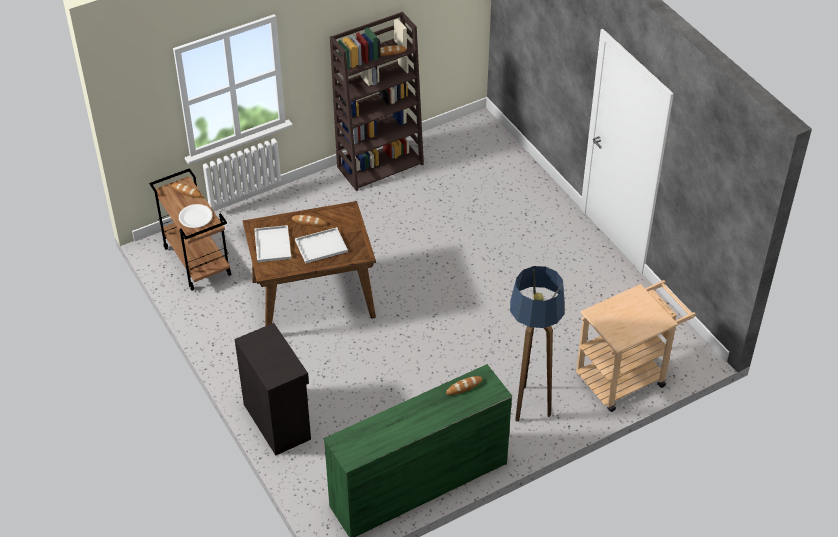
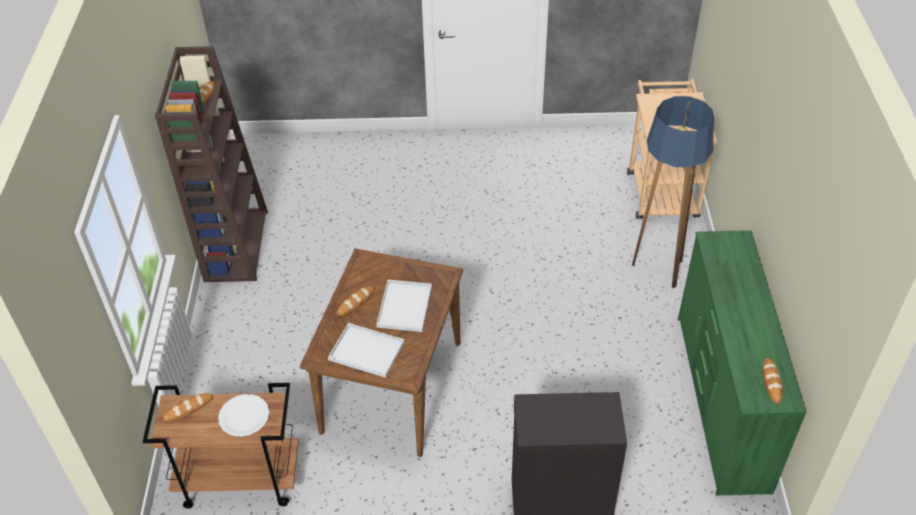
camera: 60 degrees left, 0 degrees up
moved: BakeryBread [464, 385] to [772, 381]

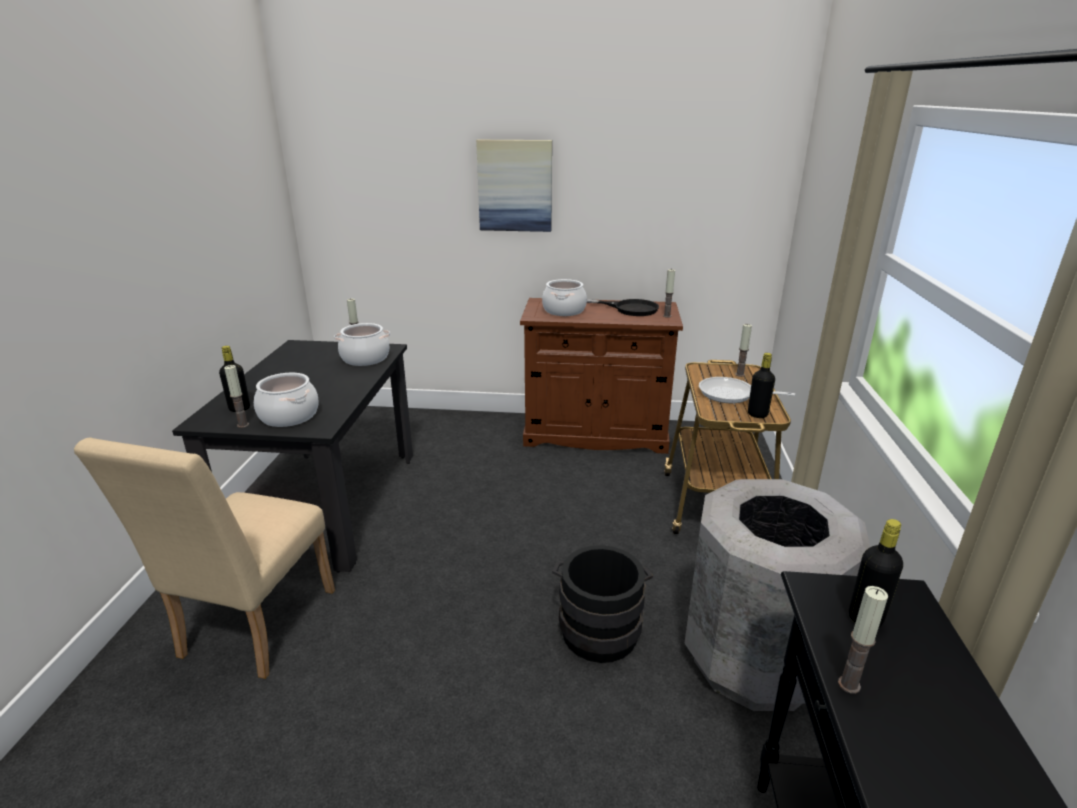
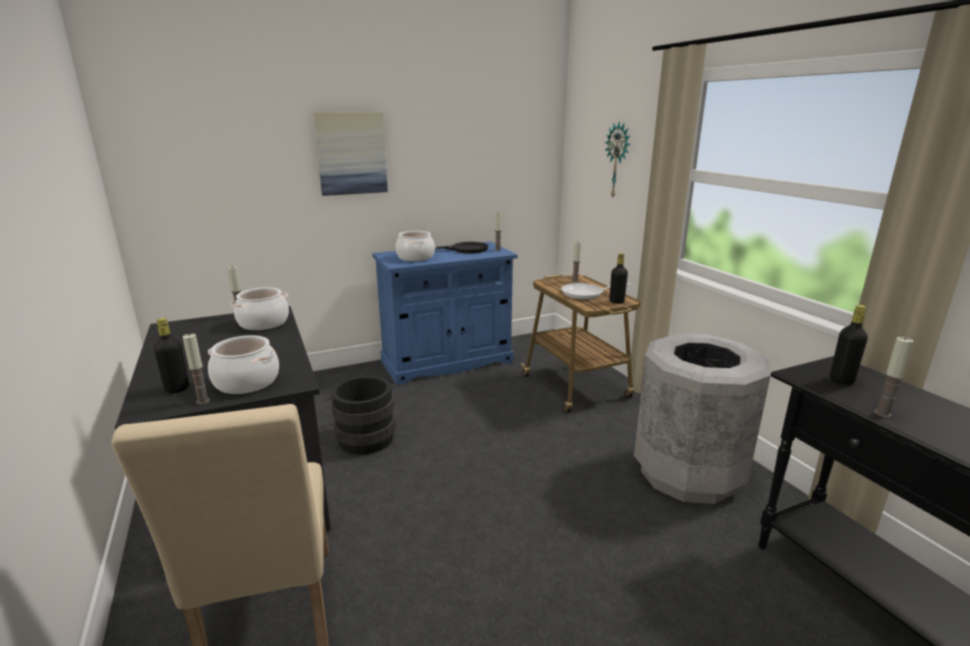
camera: 30 degrees left, 5 degrees down
added: WallClock [618, 160]
moved: BlackishWaterBucket [602, 604] to [359, 415]
recoloured: BrownColouredCabinet [601, 376] to BlueCabinet [445, 313]

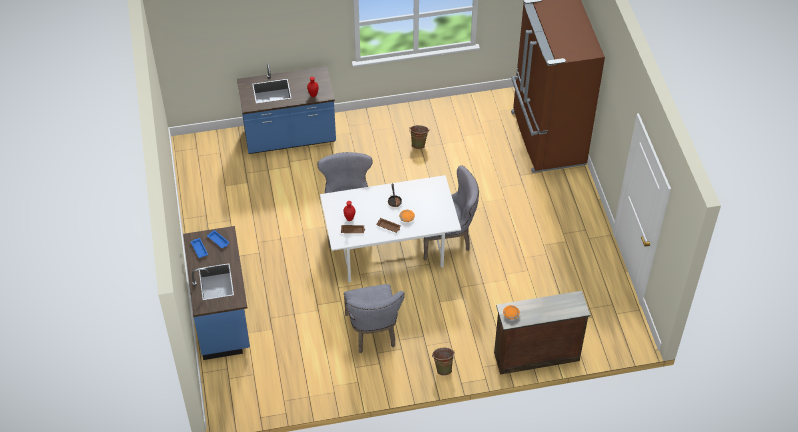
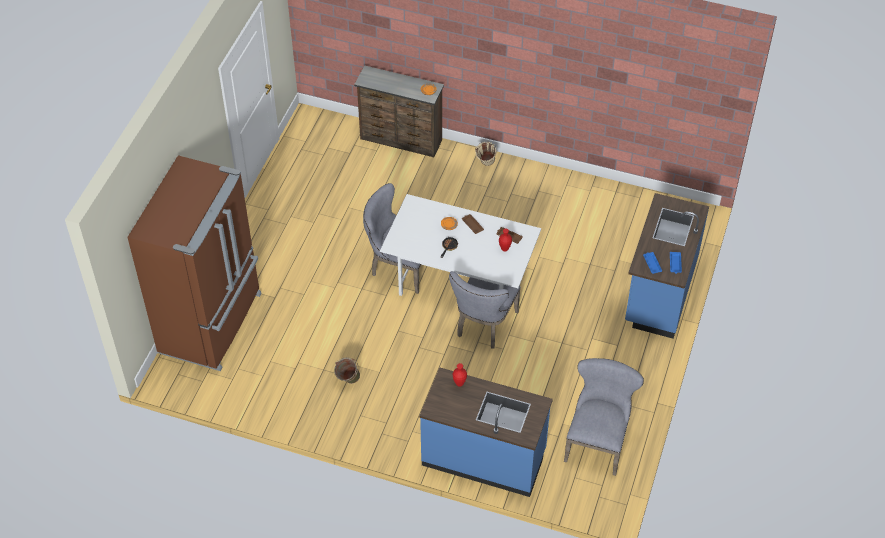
camera: 150 degrees left, 0 degrees up
moved: GreyishChair [374, 318] to [604, 417]
recoloured: GreenishWaterBucket [443, 362] to BeigeColouredWaterBucket [486, 154]

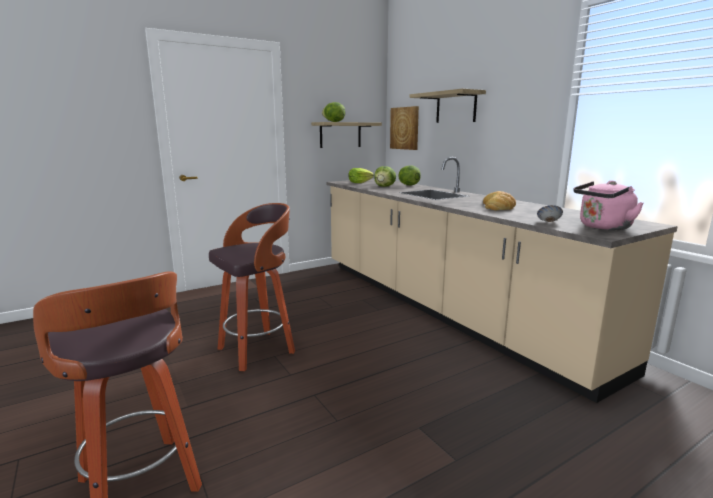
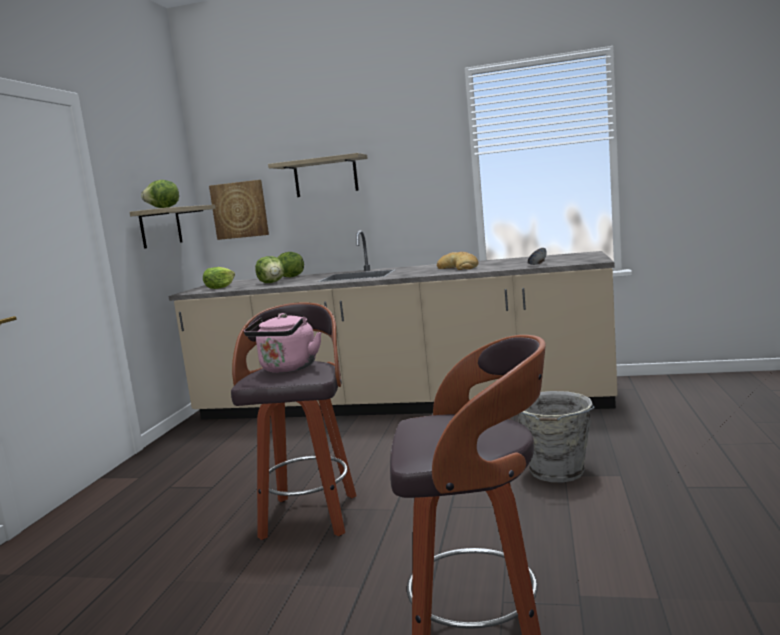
camera: 45 degrees left, 5 degrees down
added: GreyishWaterBucket [556, 437]
moved: PinkTeaKettle [609, 205] to [283, 343]

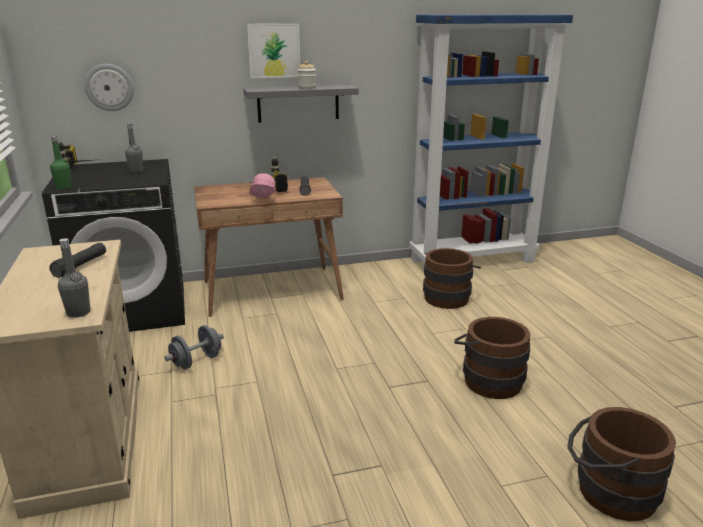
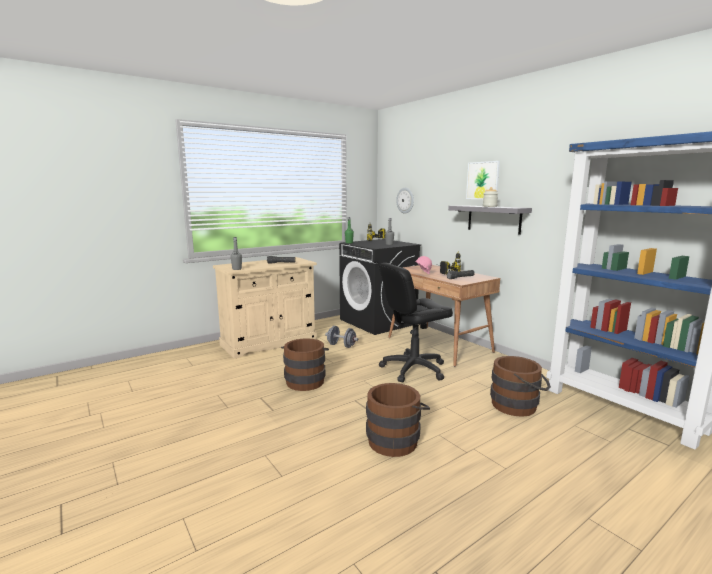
camera: 70 degrees right, 10 degrees down
added: BlackishComputerChair [416, 322]
moved: BrownColouredWaterBucket [621, 464] to [305, 364]

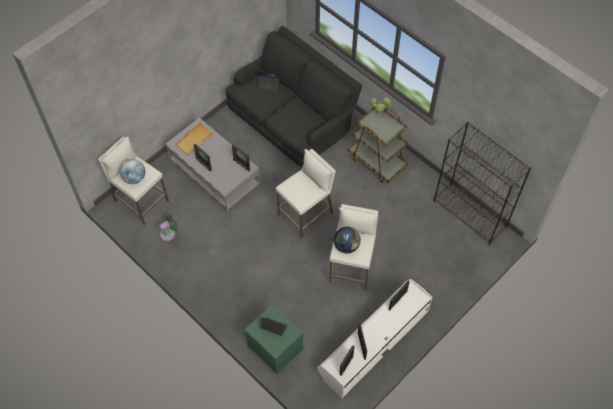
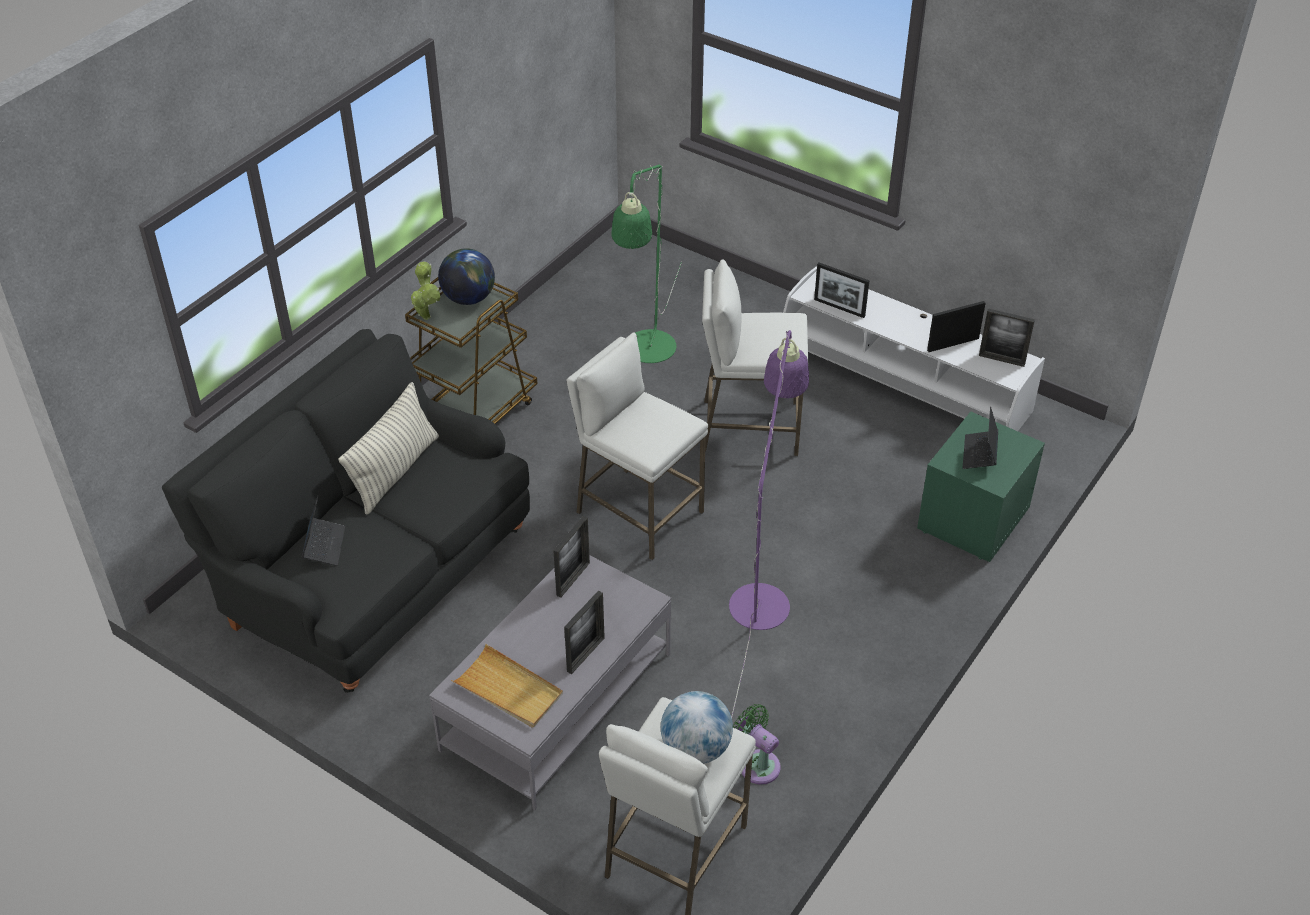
camera: 100 degrees left, 15 degrees down
removed: BlackishShelvingUnit [482, 183]
added: Cushion [389, 448]; GreenishStandingLamp [646, 264]; PurpleStandingLamp [769, 524]
moved: DeskGlobe [347, 240] to [466, 276]

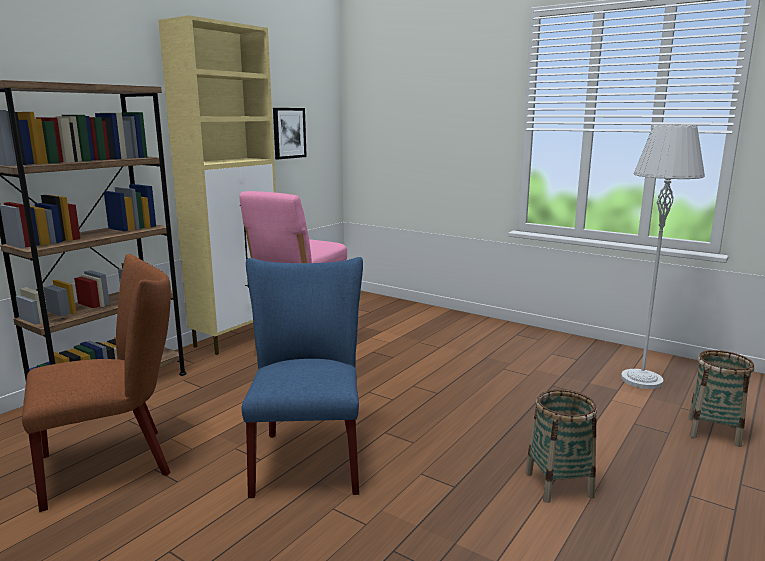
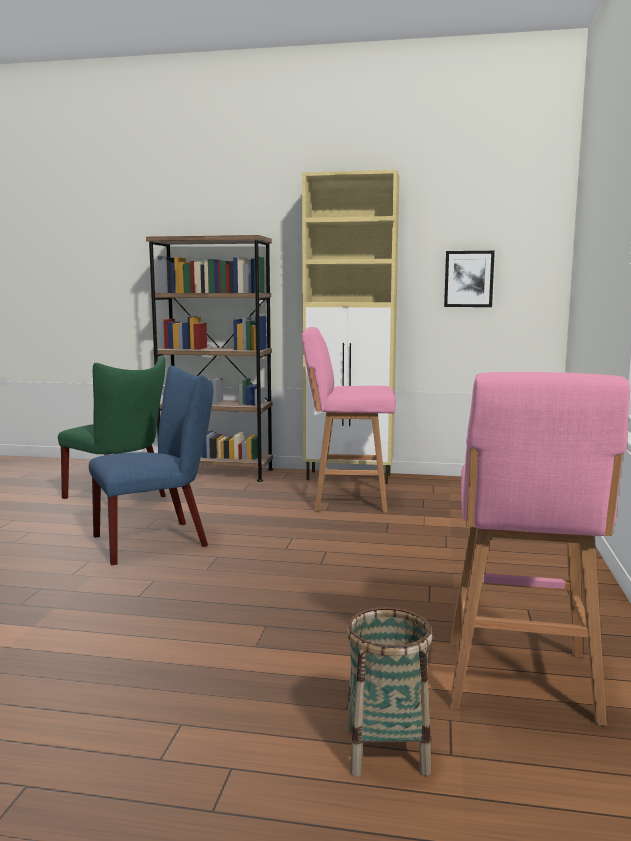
camera: 65 degrees right, 5 degrees down
removed: StorageBasket [561, 446]
replaced: GreyishStandingLamp [663, 257] to PinkSittingStool [540, 549]
recoloured: BrownColouredChair [96, 383] to GreenishChair [112, 427]

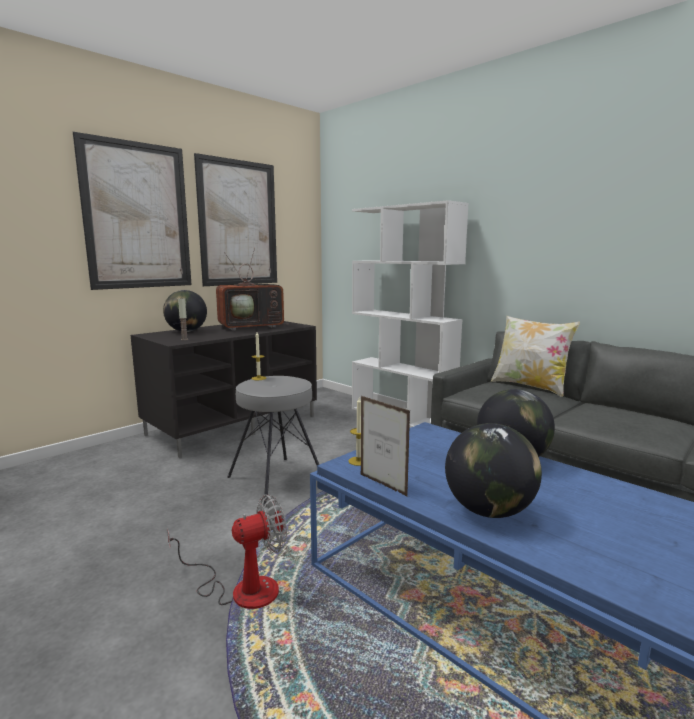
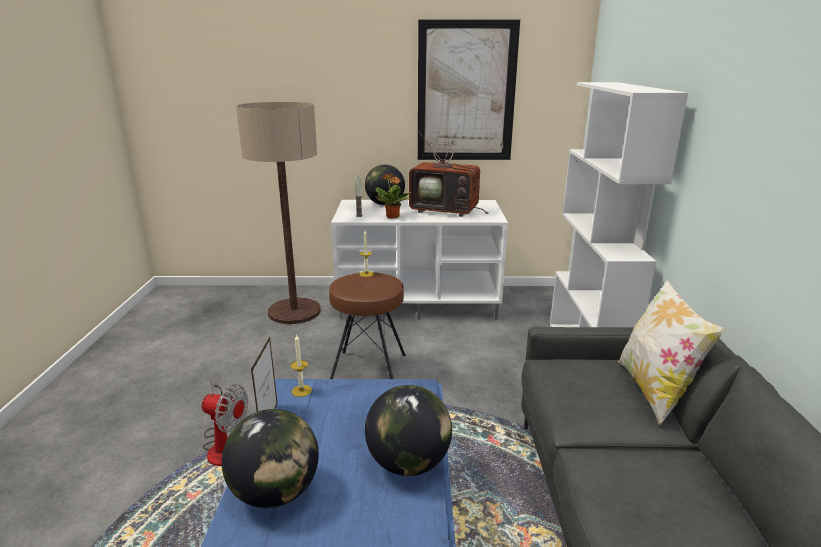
camera: 45 degrees right, 10 degrees up
removed: WallPicture [132, 211]
added: StandingLamp [278, 213]; PottedPlant [393, 195]
recoloured: BlackishTvUnit [224, 389] to WhitishTvUnit [419, 260]; GreyishSittingStool [273, 441] to BrownColouredSittingStool [367, 325]

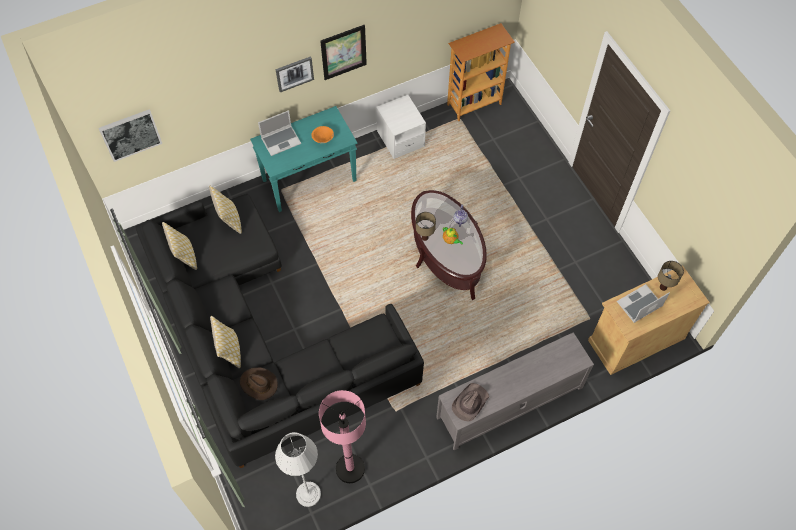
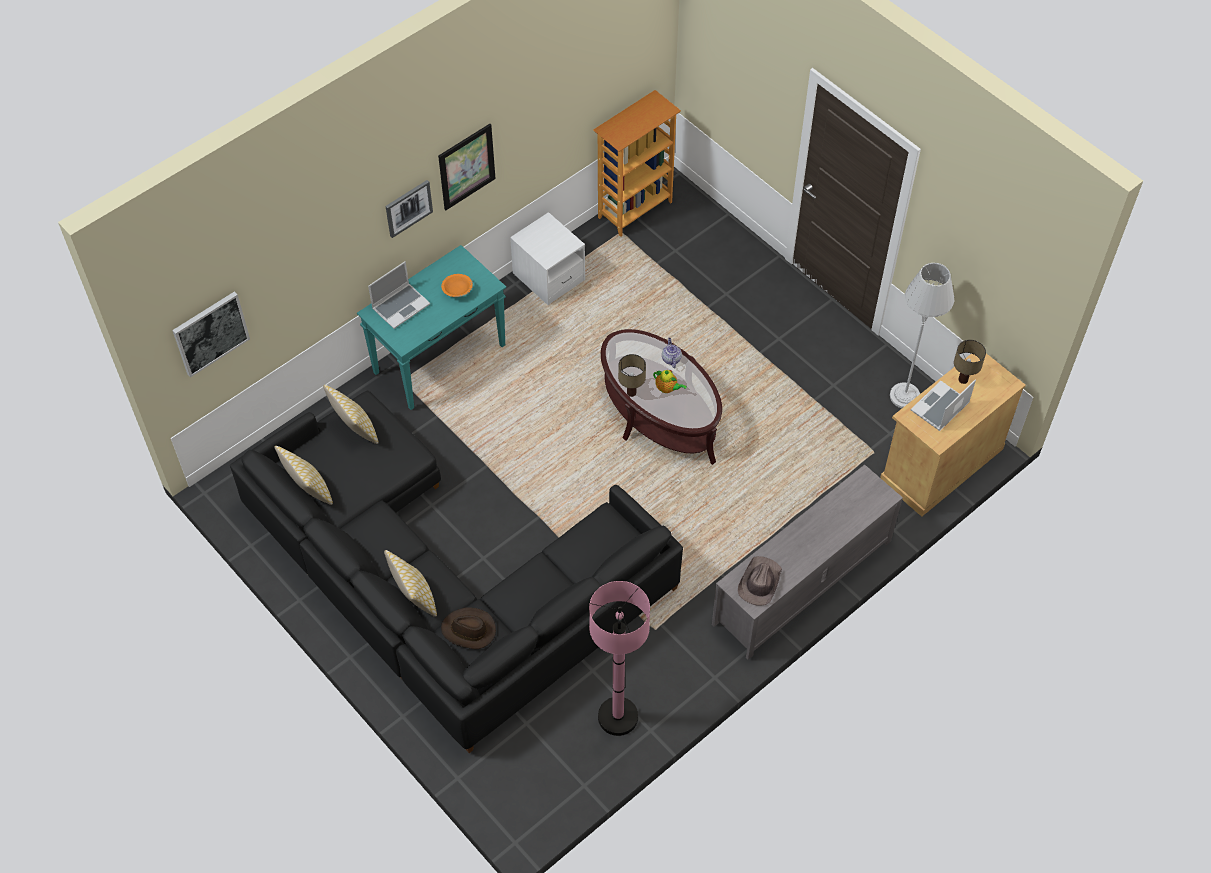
camera: 15 degrees left, 5 degrees down
moved: GreyishStandingLamp [298, 469] to [922, 335]

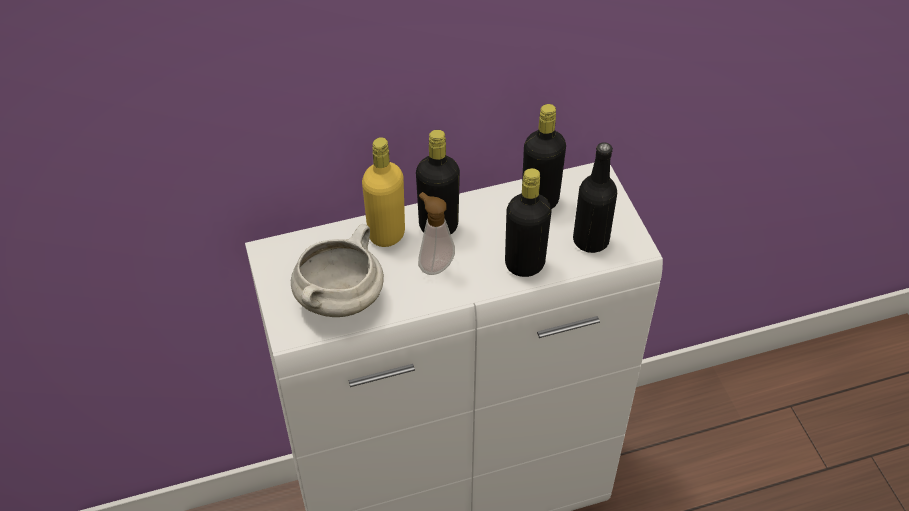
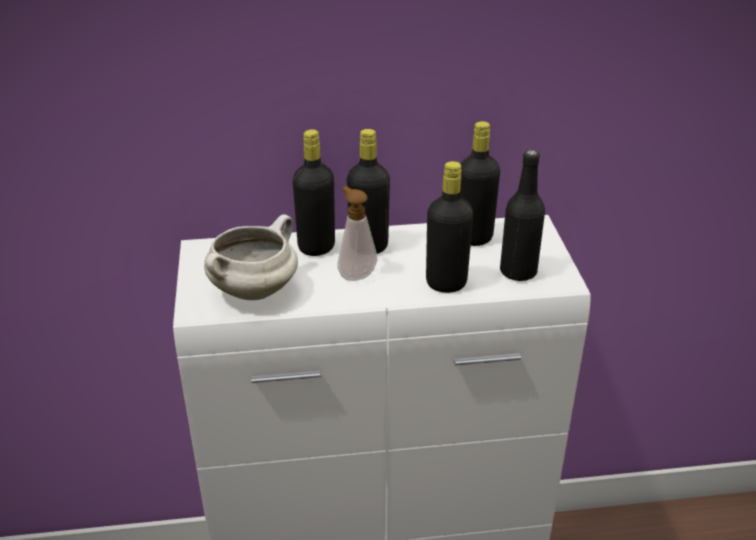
camera: 10 degrees right, 15 degrees down
recoloured: YellowishBeverageBottle [383, 192] to BlackishBeverageBottle [313, 192]

